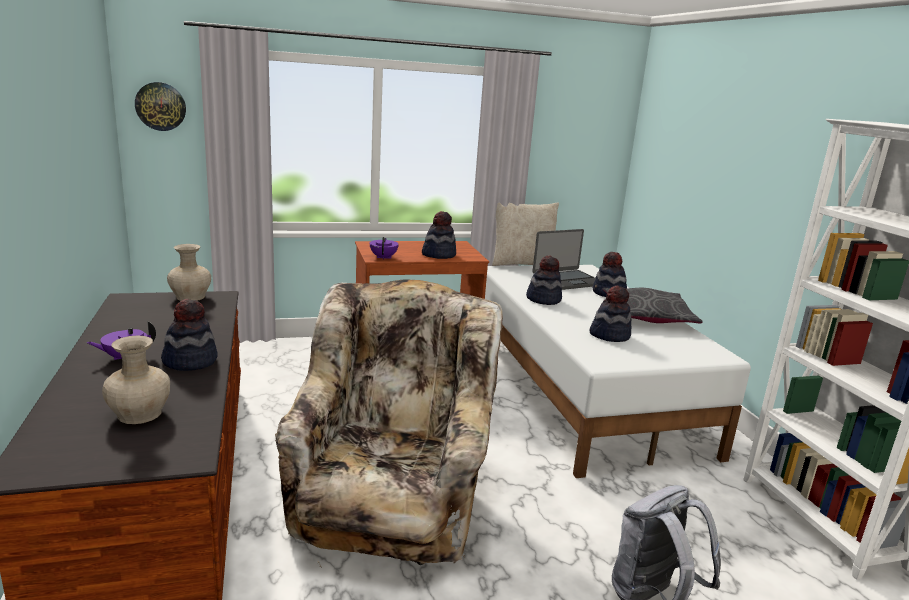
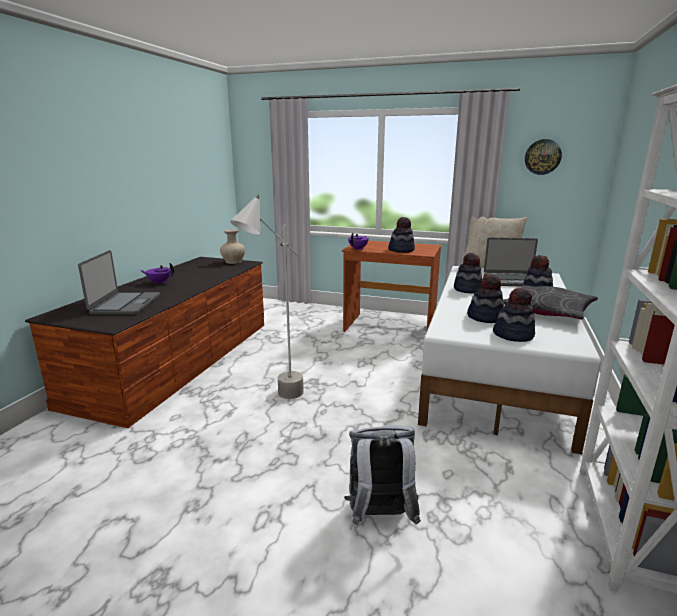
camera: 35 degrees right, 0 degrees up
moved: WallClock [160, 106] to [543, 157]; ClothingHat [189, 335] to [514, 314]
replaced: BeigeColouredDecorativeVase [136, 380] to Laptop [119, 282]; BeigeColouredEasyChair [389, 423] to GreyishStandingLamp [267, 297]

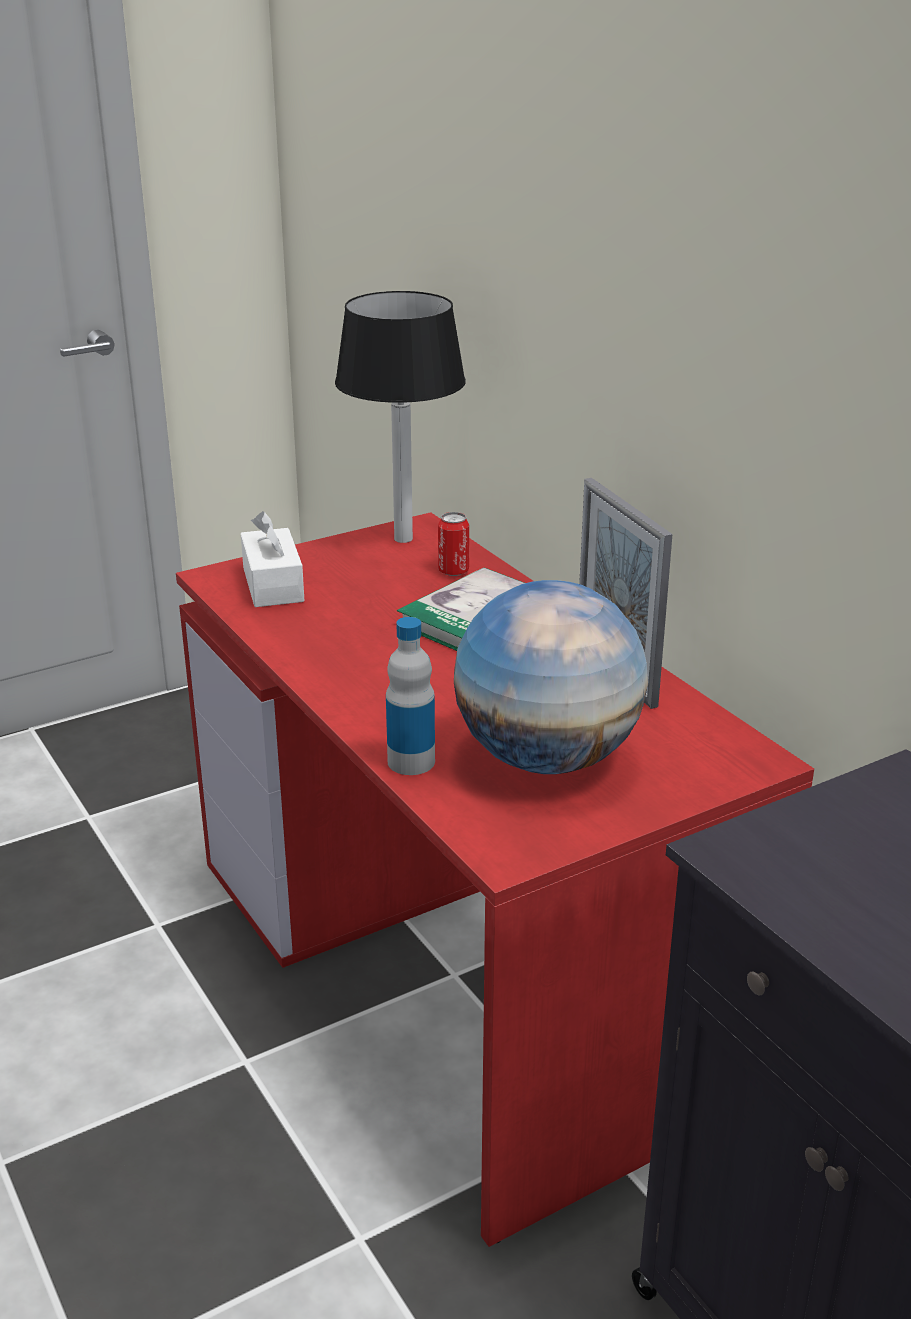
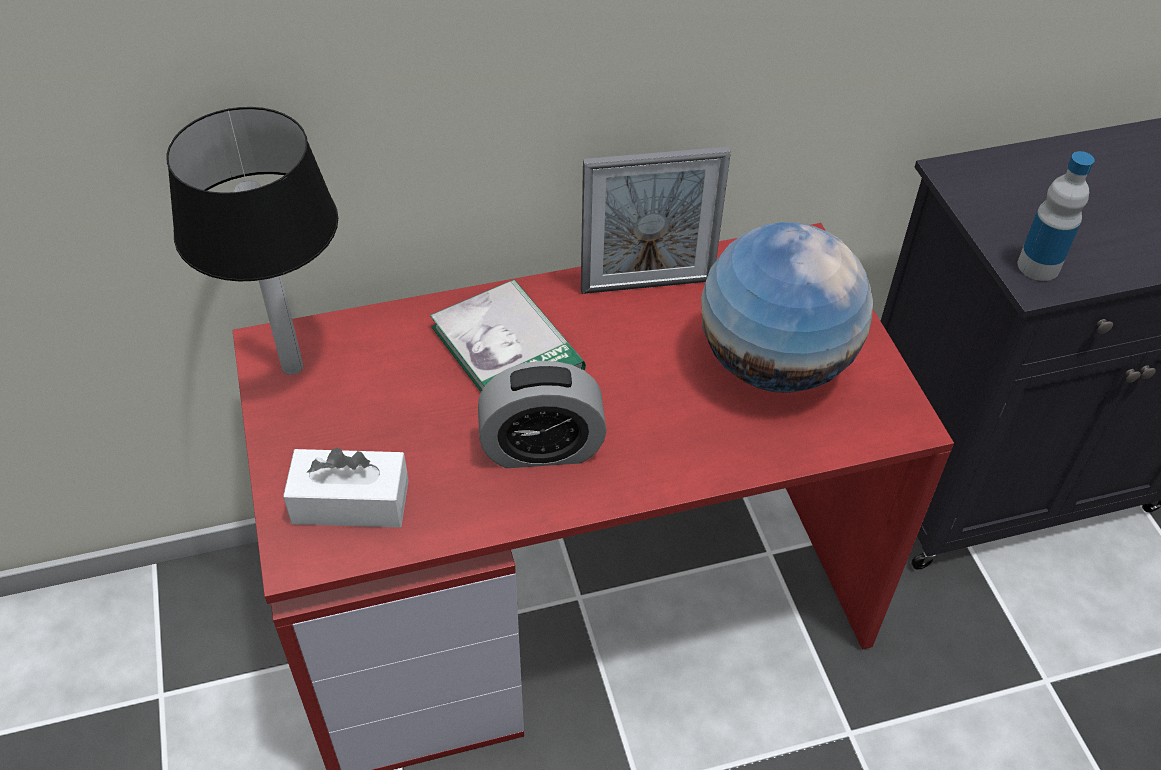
camera: 75 degrees left, 20 degrees up
removed: SealedCan [453, 544]
added: BedsideClock [542, 414]
moved: BeverageBottle [410, 696] to [1056, 216]

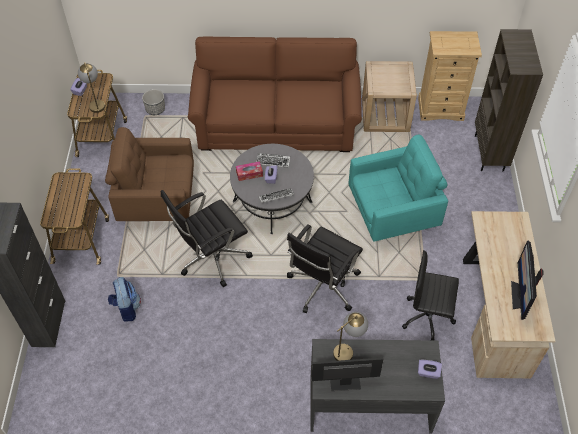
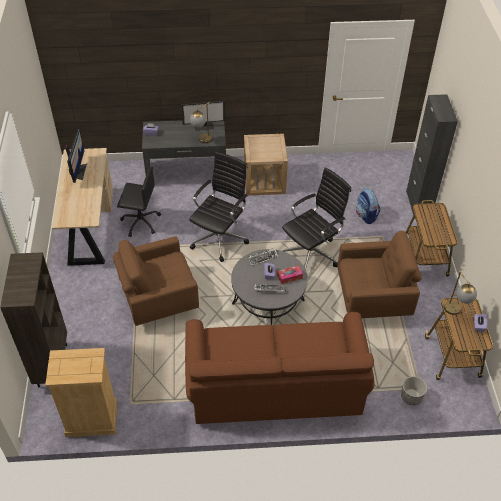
camera: 175 degrees right, 5 degrees down
moved: BeigeColouredSideTable [389, 96] to [266, 164]
recoloured: TurquoiseEasyChair [398, 188] to BrownColouredEasyChair [156, 281]

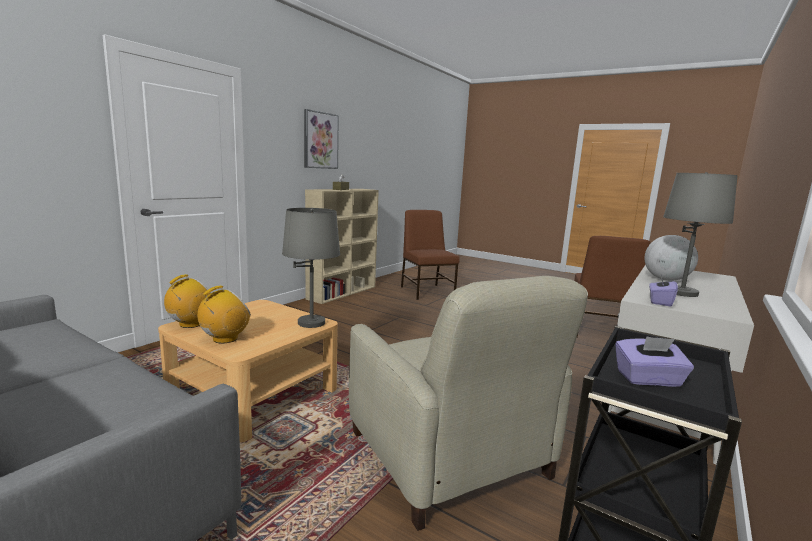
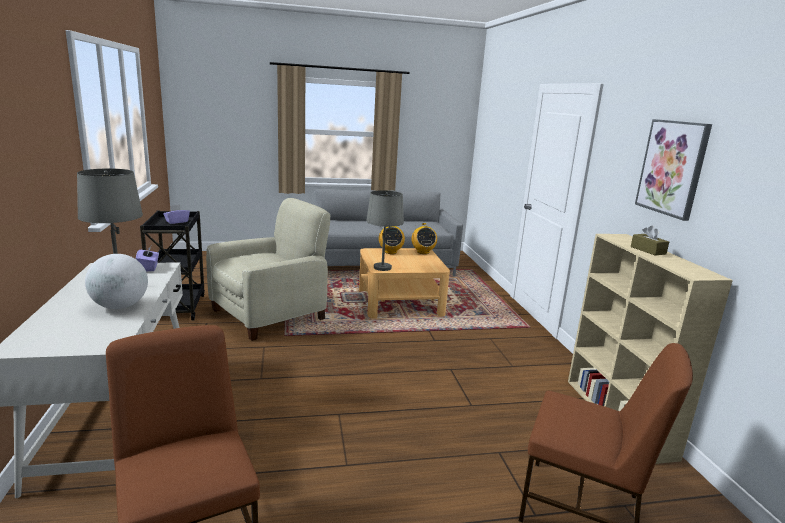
camera: 135 degrees right, 5 degrees up
turned: BeigeColouredEasyChair [468, 403] = [268, 269] 120 degrees clockwise

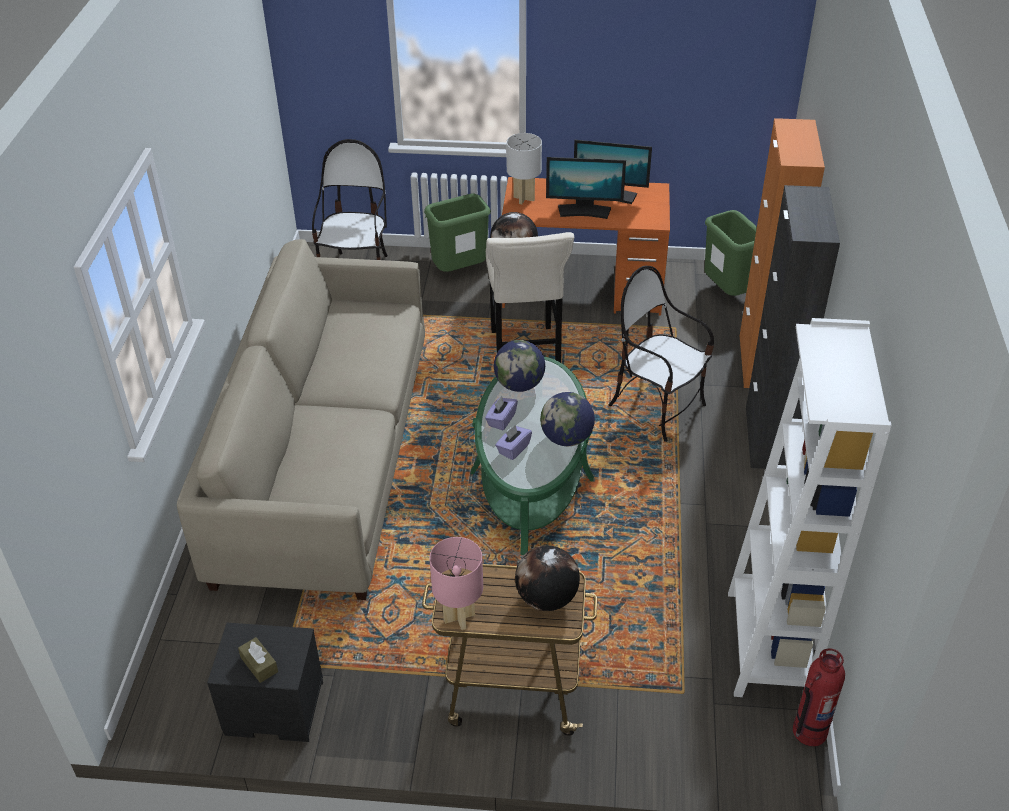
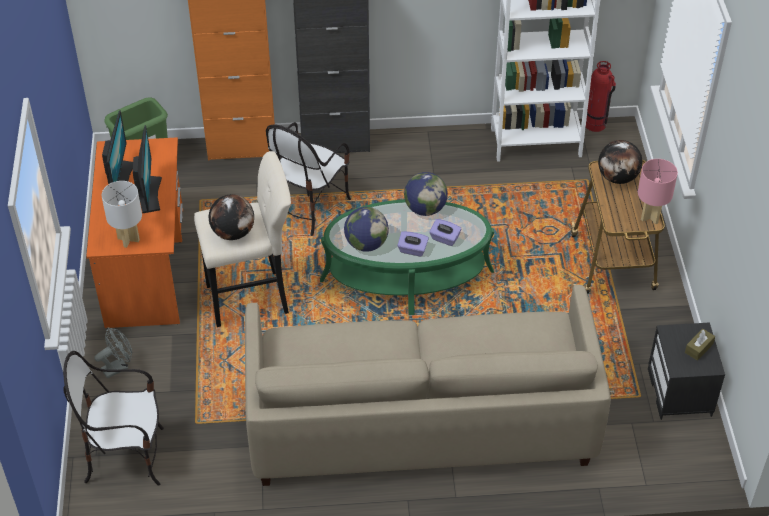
camera: 100 degrees left, 5 degrees up
replaced: GreenishRubbishBin [457, 233] to GreyishFan [113, 353]

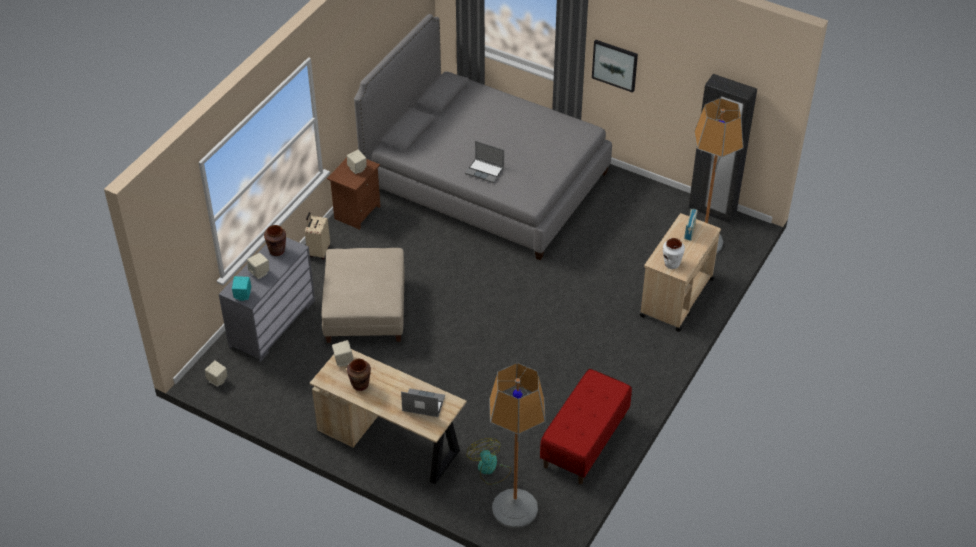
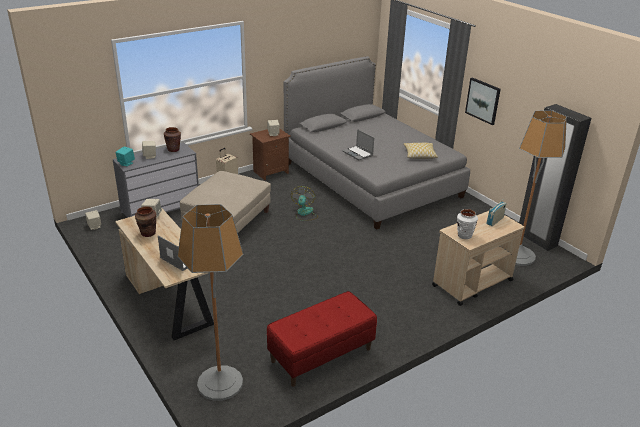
camera: 25 degrees right, 15 degrees down
added: Cushion [420, 151]
moved: Fan [489, 461] to [304, 203]

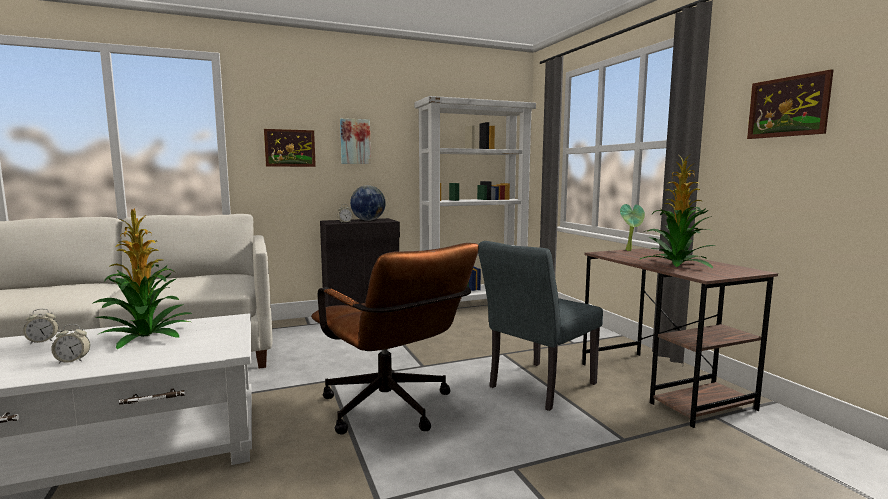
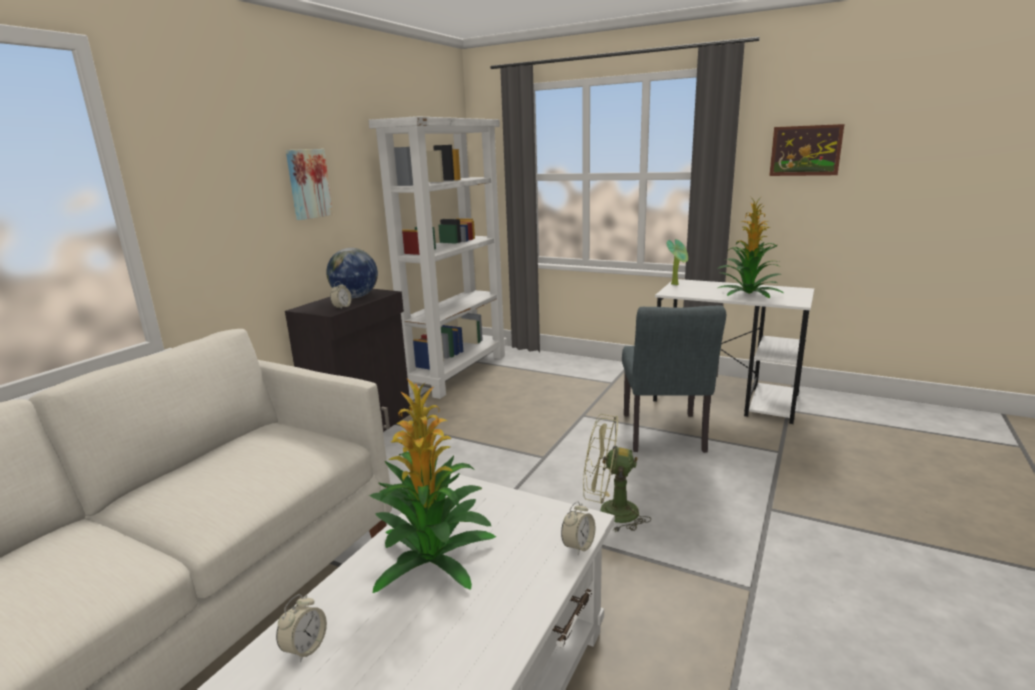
camera: 40 degrees left, 10 degrees up
removed: WallPicture [290, 148]
moved: BedsideClock [70, 343] to [578, 528]
replaced: BrownColouredComputerChair [395, 338] to GreenishFan [617, 473]
recoloured: BrownColouredDeskTable [680, 338] to WhitishDeskTable [733, 351]

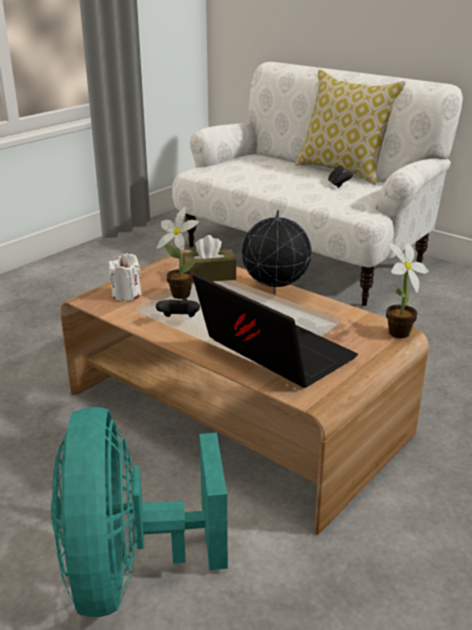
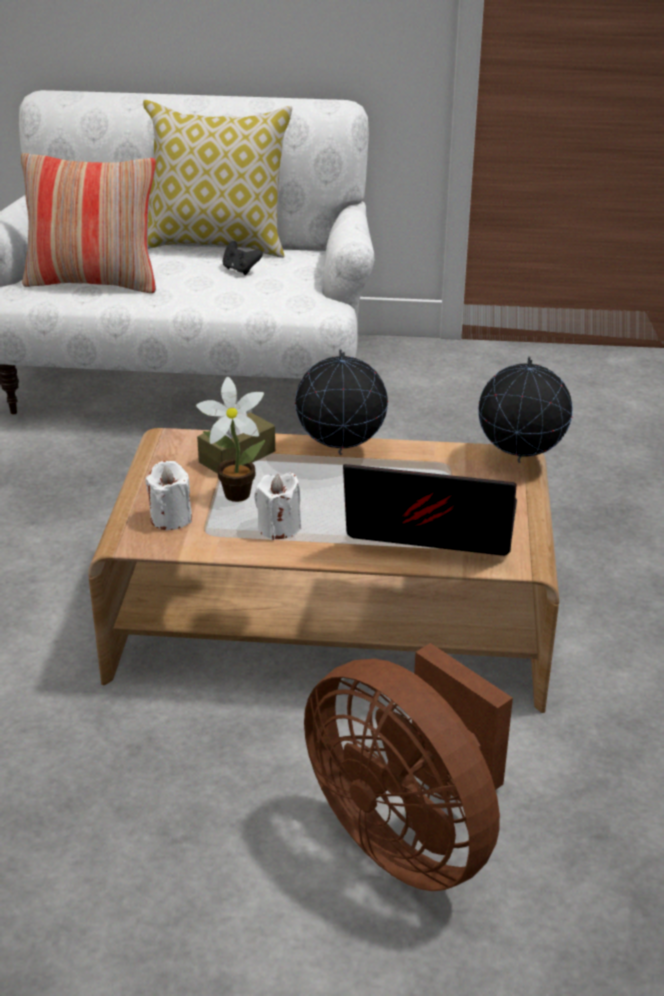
camera: 35 degrees left, 5 degrees up
added: Cushion [88, 223]
replaced: BlackishGamepad [178, 307] to WhitishWaxCandle [277, 506]; PottedPlant [407, 290] to DeskGlobe [525, 409]
recoloured: TurquoiseFan [139, 512] to BrownColouredFan [408, 767]

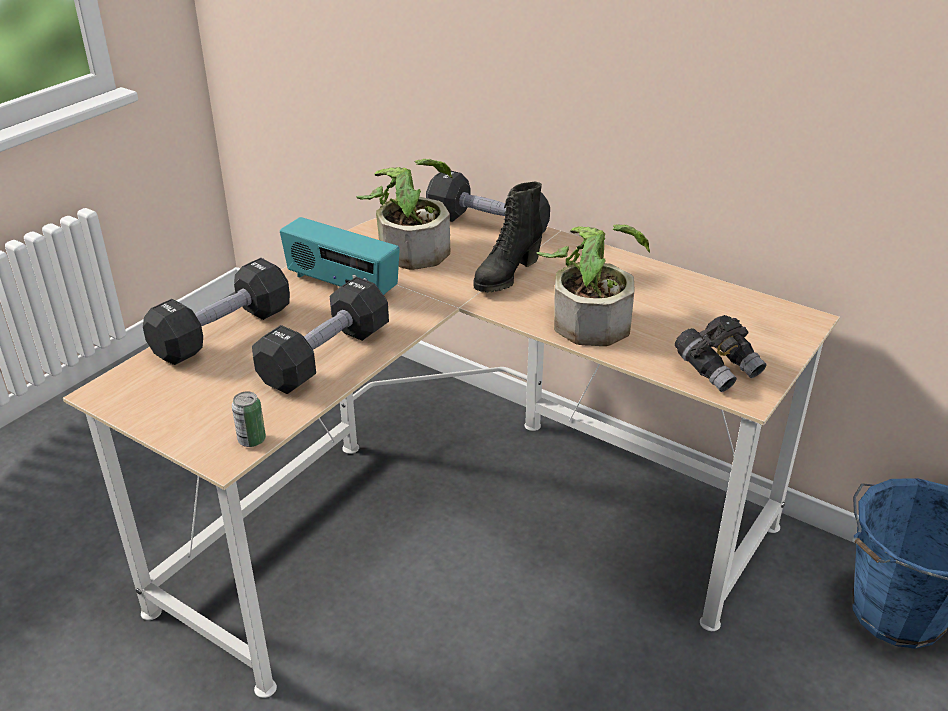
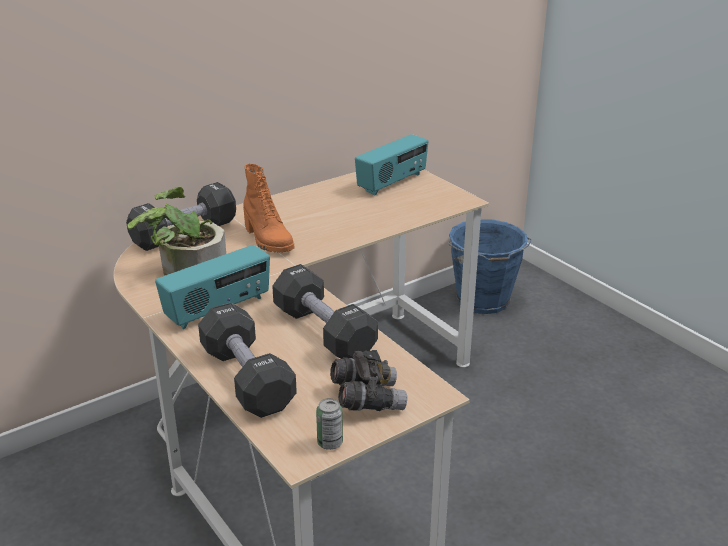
camera: 70 degrees left, 5 degrees down
removed: PottedPlant [593, 285]
added: Radio [392, 165]
moved: SealedCan [249, 419] to [329, 424]; GreyishBinoculars [721, 353] to [368, 380]
recoloured: BlackishHighTopBoot [508, 237] to OrangeHighTopBoot [269, 208]

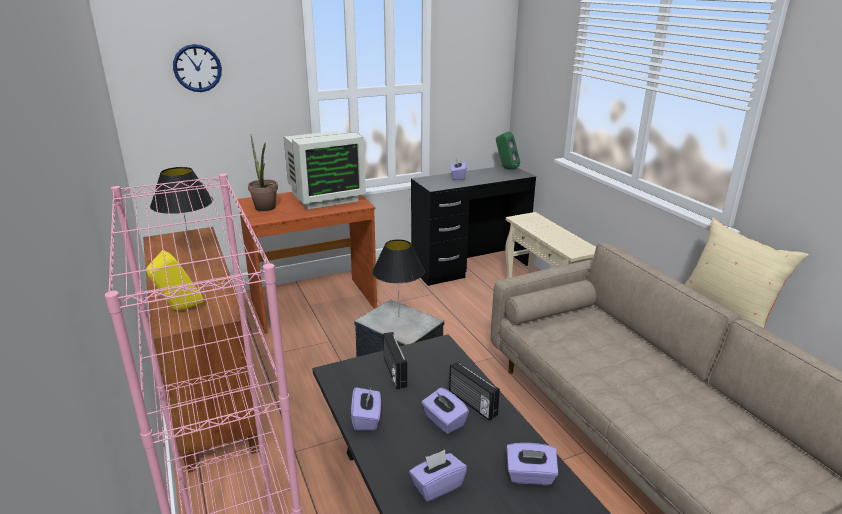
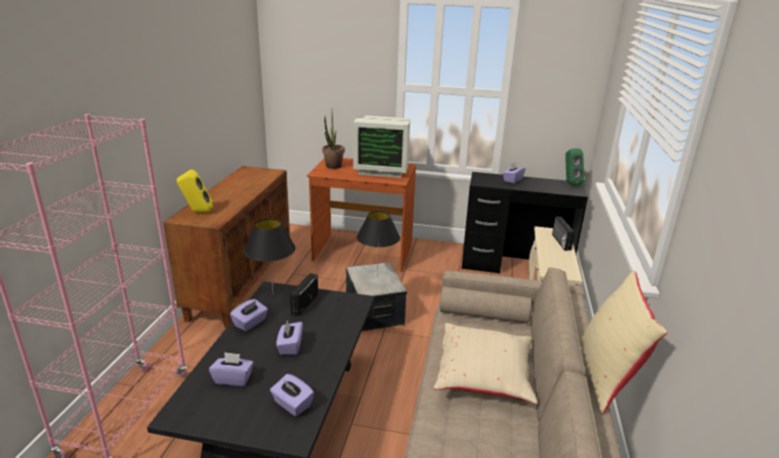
camera: 35 degrees right, 0 degrees up
removed: WallClock [197, 68]
added: BeigeColouredCushion [485, 363]
moved: BlackishTableLamp [181, 211] to [270, 255]; Radio [474, 391] to [563, 234]

